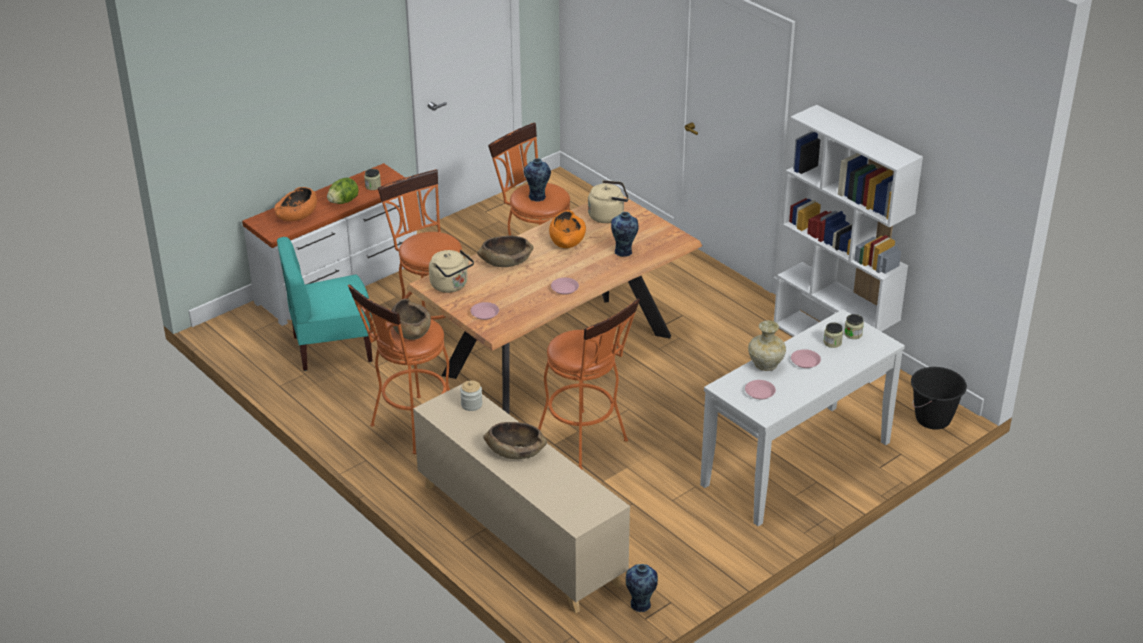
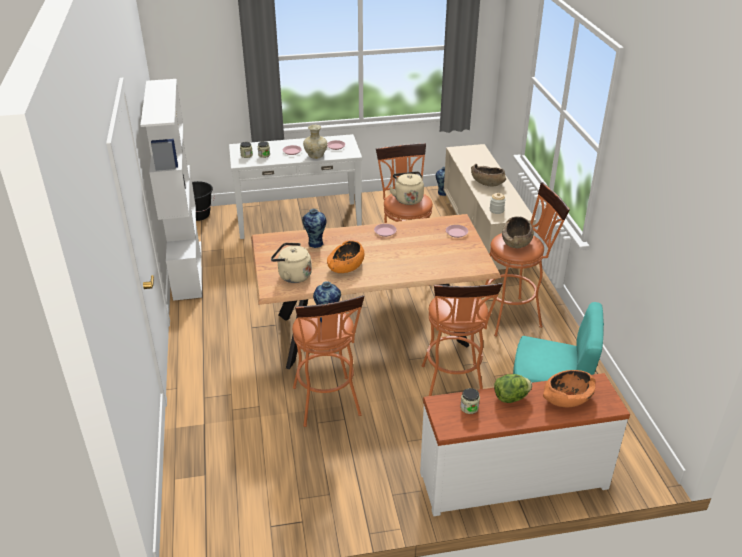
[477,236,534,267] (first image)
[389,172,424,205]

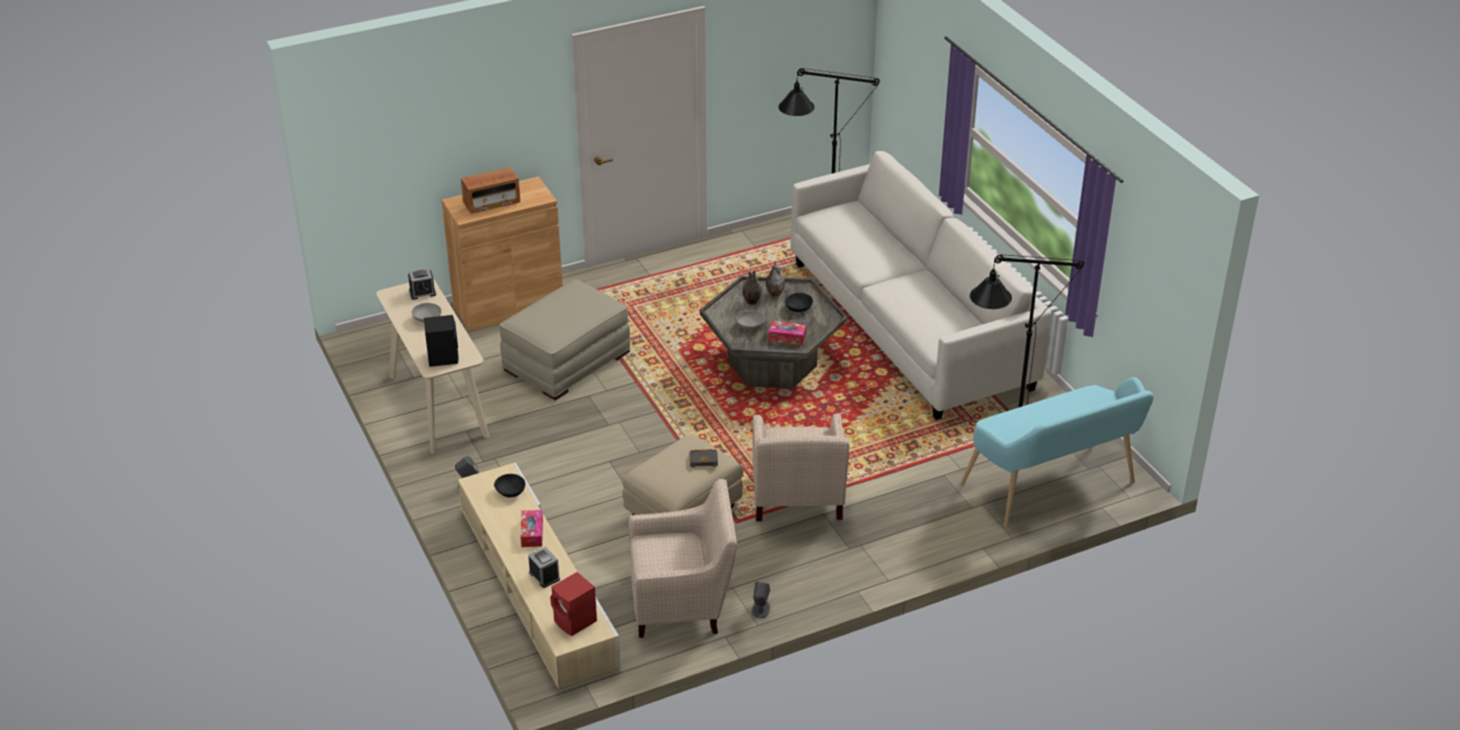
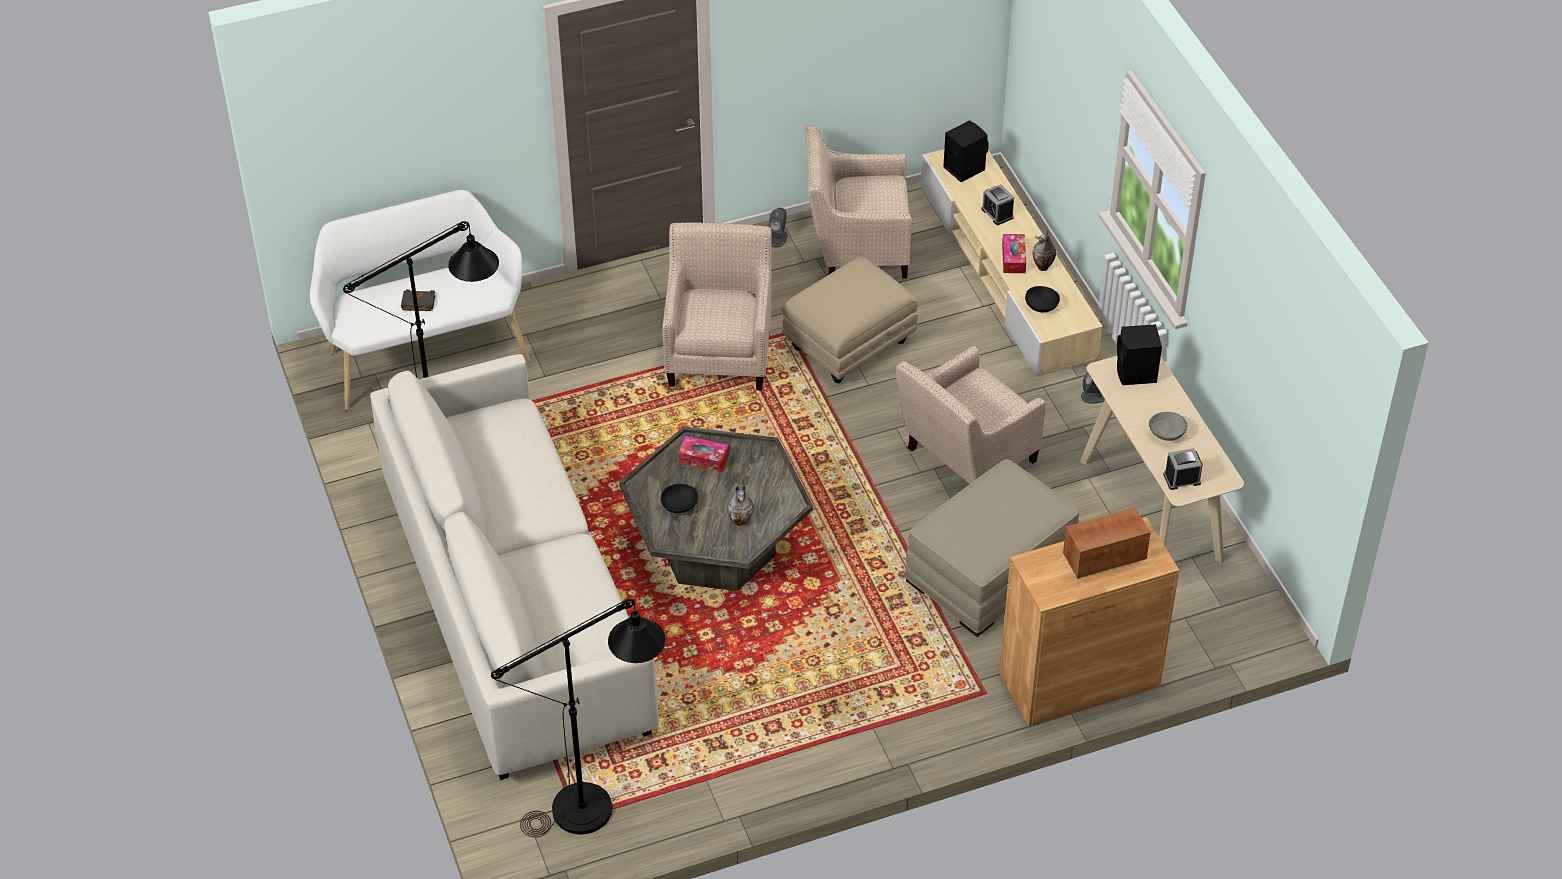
[736,310,765,330] (first image)
[896,346,1046,484]
[401,289,436,311]
[1032,230,1056,271]
[943,120,989,182]
[310,190,530,410]

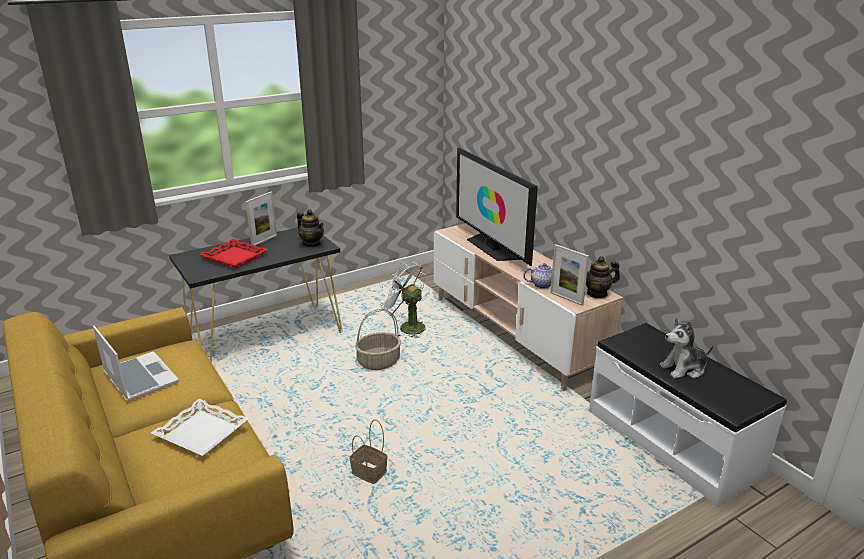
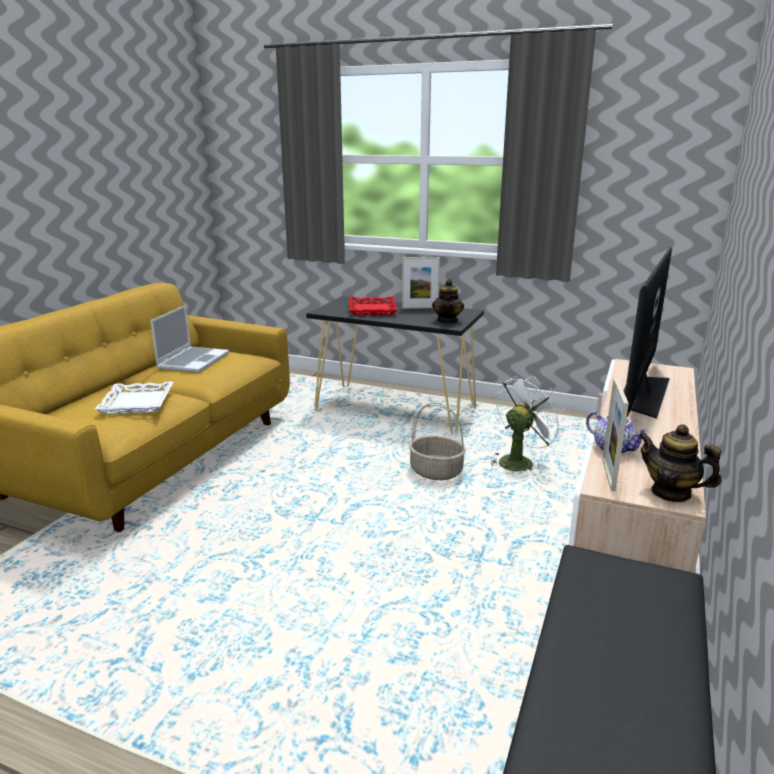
[350,419,388,484] (first image)
[660,318,714,379] (first image)
[489,375,565,472]

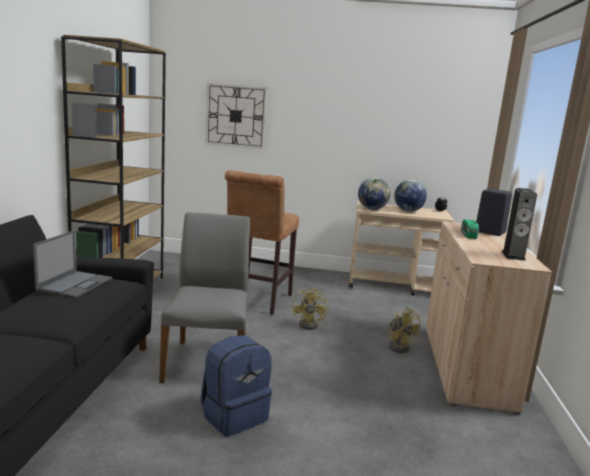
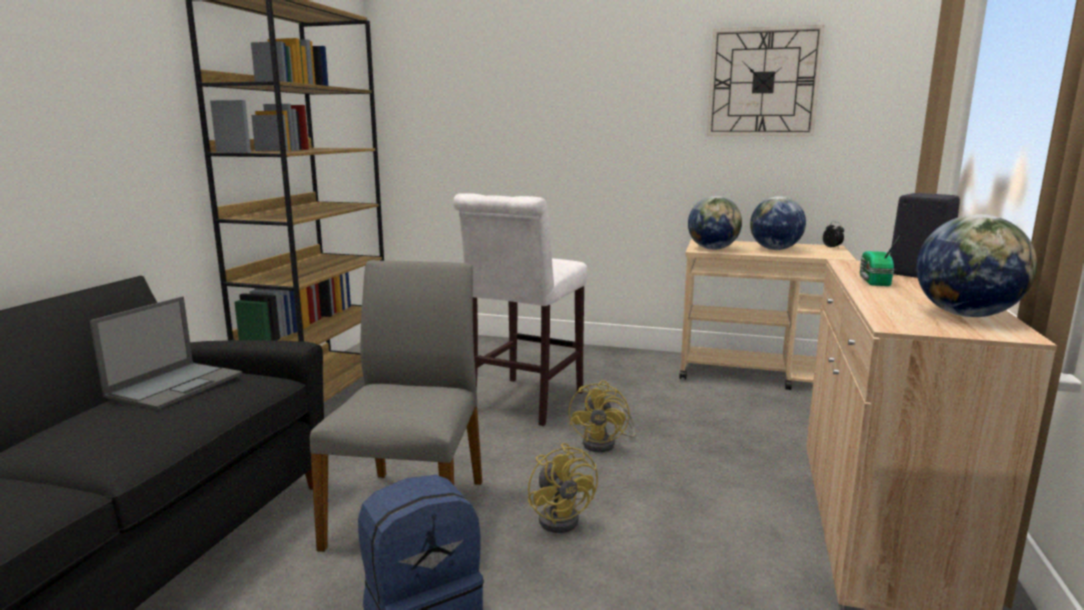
[707,25,825,136]
[528,443,598,533]
[916,214,1037,317]
[453,193,587,426]

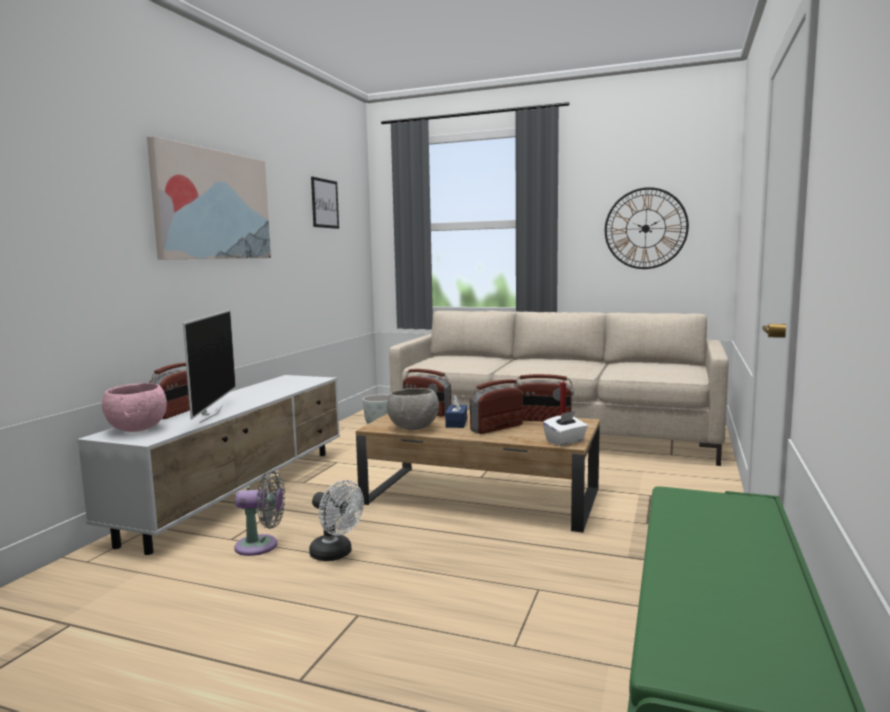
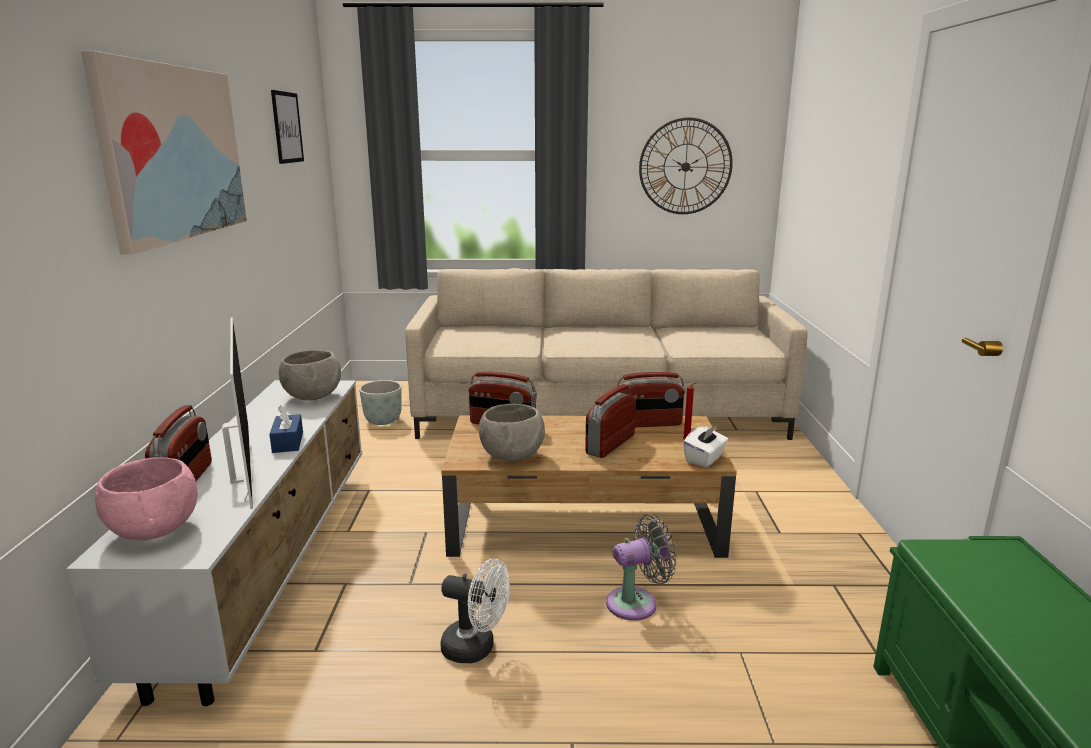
[279,350,341,400]
[606,514,676,621]
[269,405,303,453]

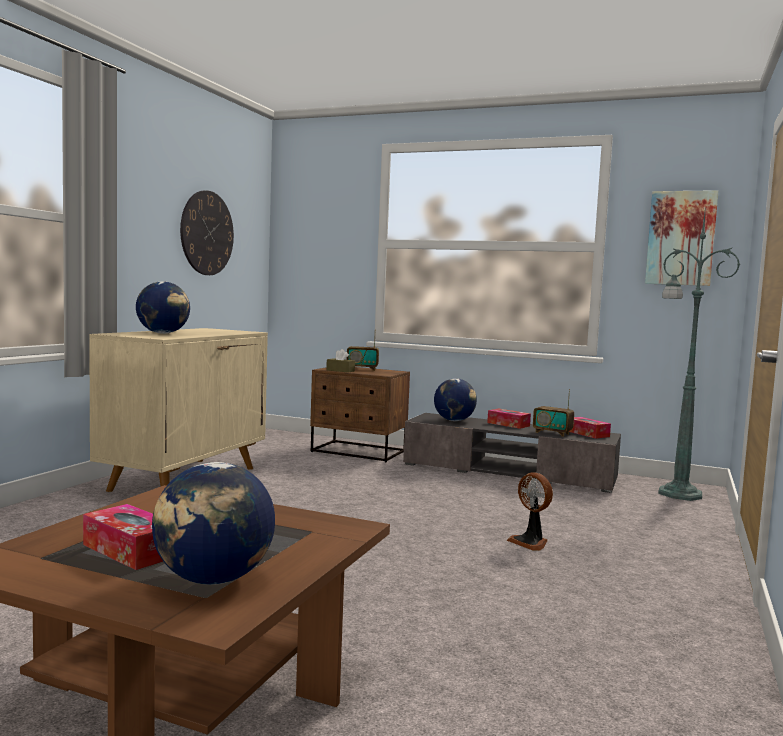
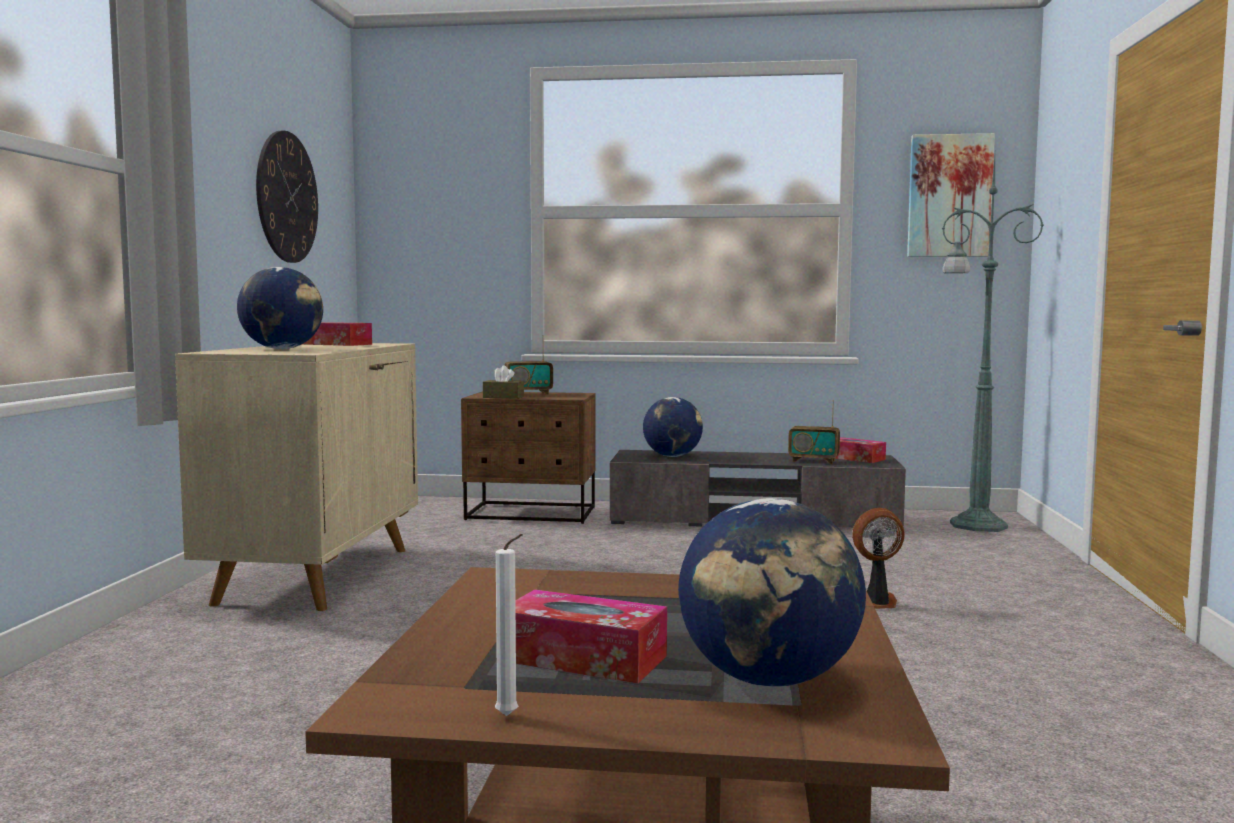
[495,534,523,716]
[302,322,372,346]
[852,508,905,609]

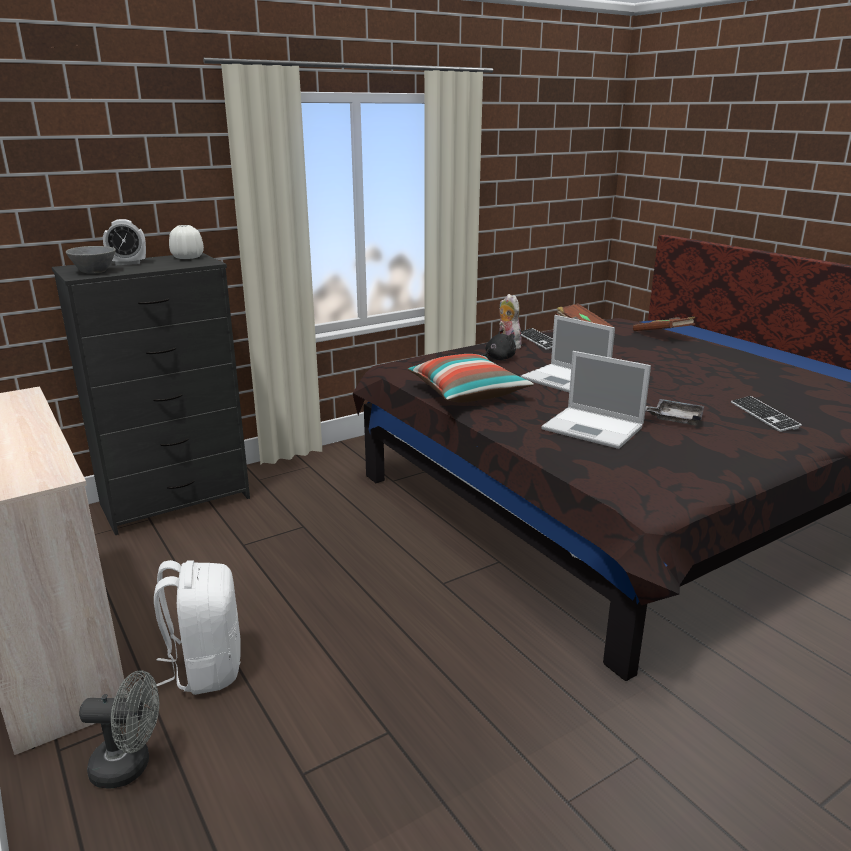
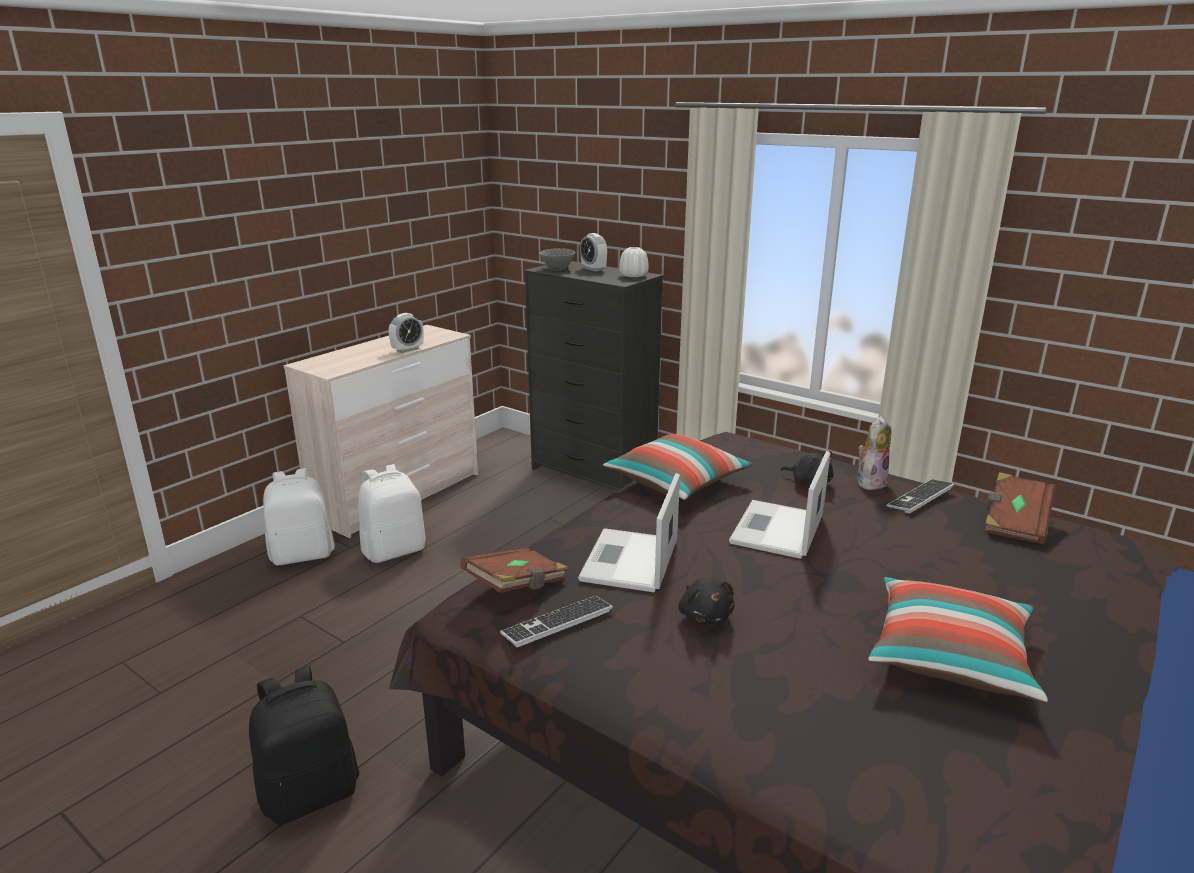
[249,666,359,825]
[389,313,424,353]
[868,577,1048,703]
[460,548,569,593]
[500,596,613,647]
[263,468,335,566]
[679,578,734,624]

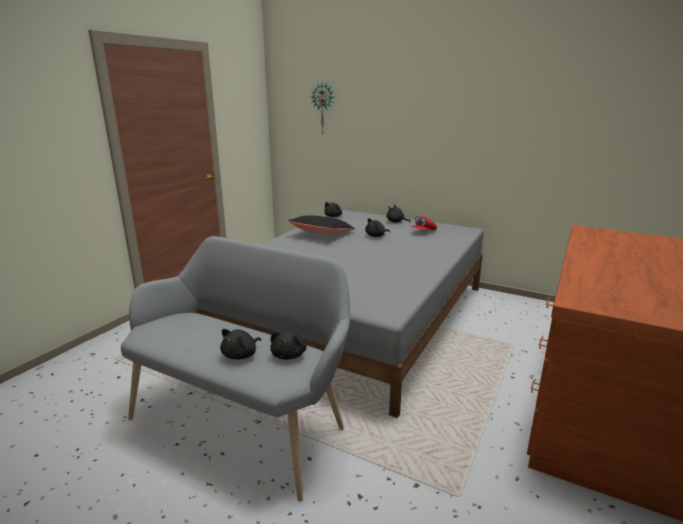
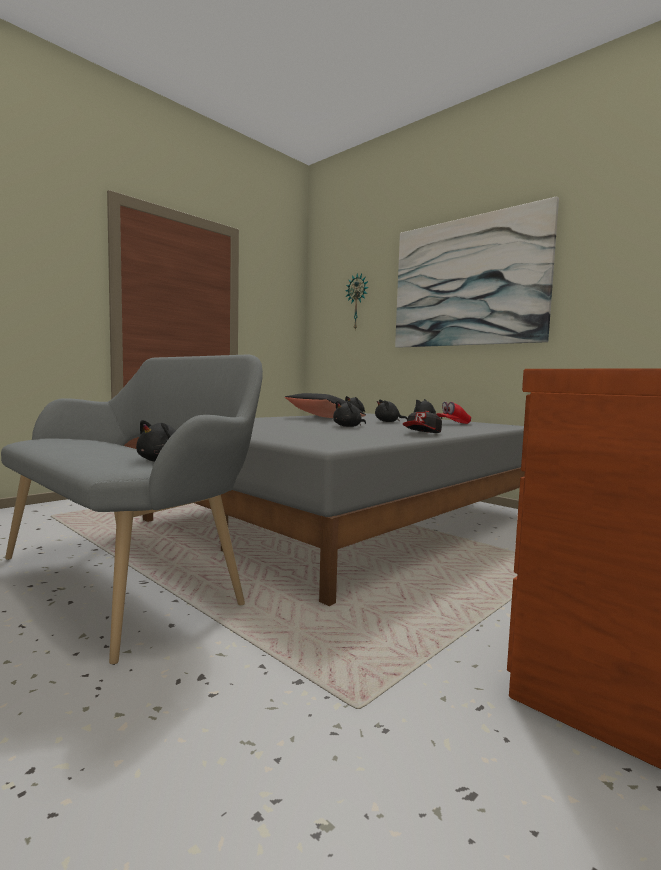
[395,196,559,348]
[403,411,442,433]
[333,401,366,427]

